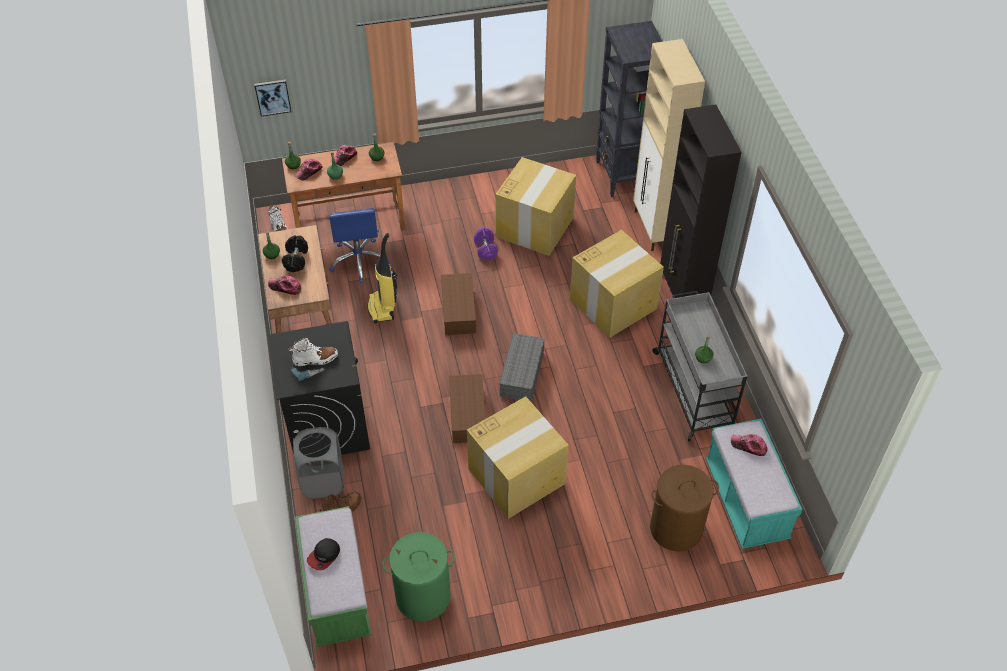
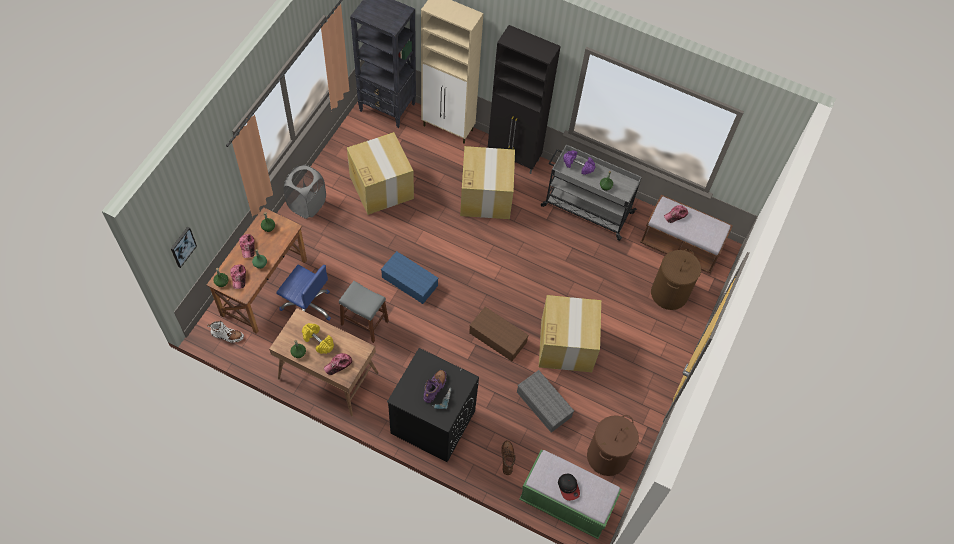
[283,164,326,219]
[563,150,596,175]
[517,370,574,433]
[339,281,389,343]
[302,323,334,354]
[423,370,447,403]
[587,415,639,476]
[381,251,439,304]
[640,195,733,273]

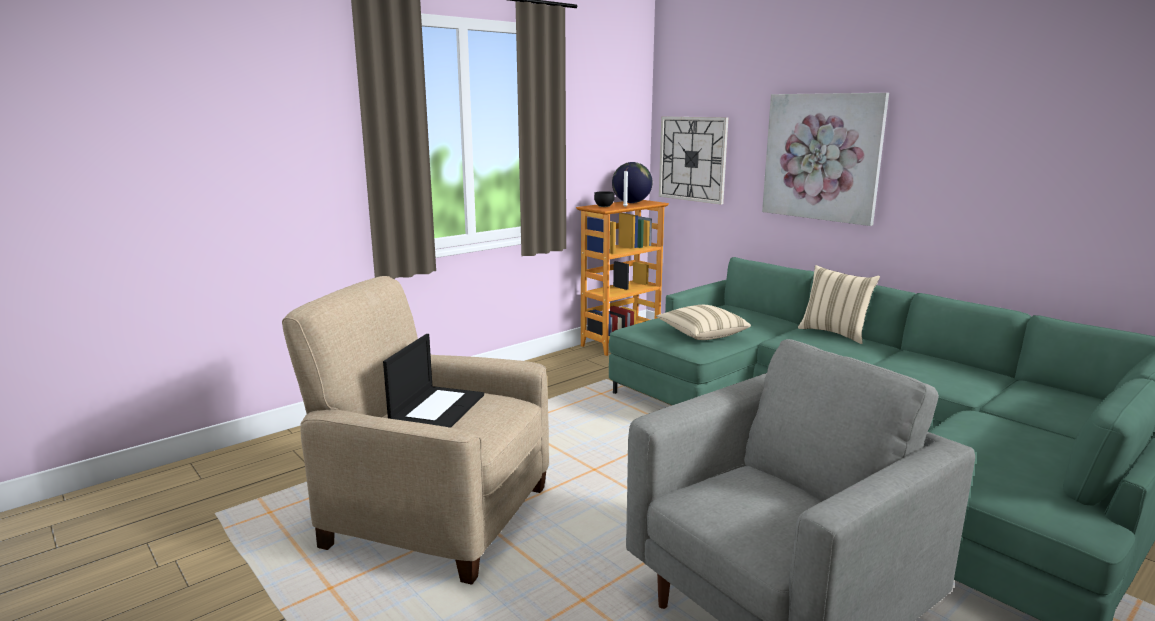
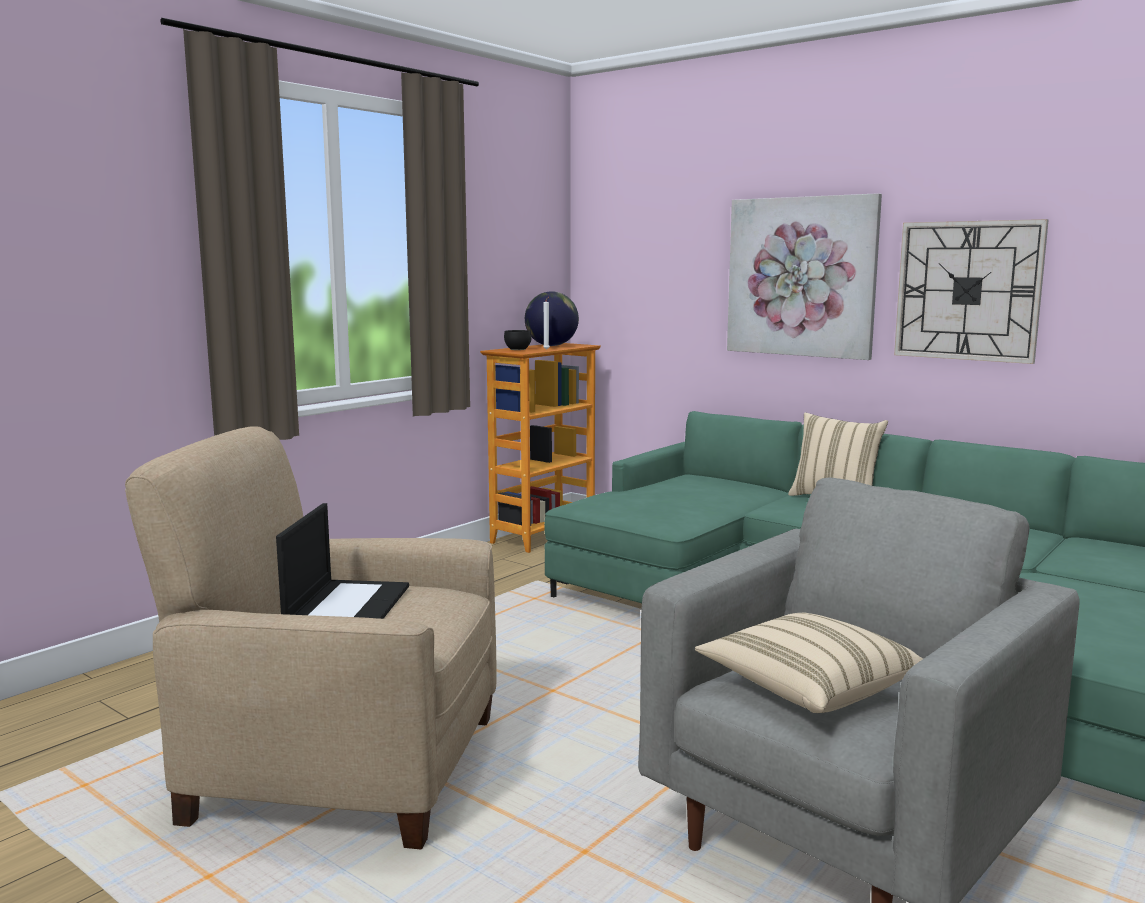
[695,612,923,713]
[894,219,1049,364]

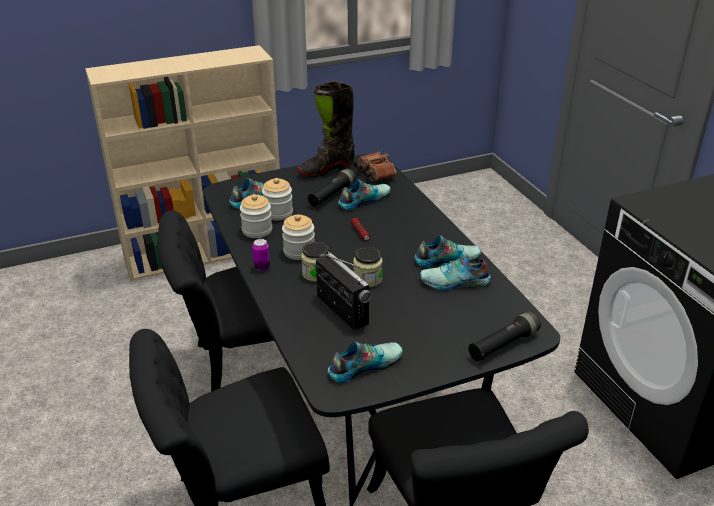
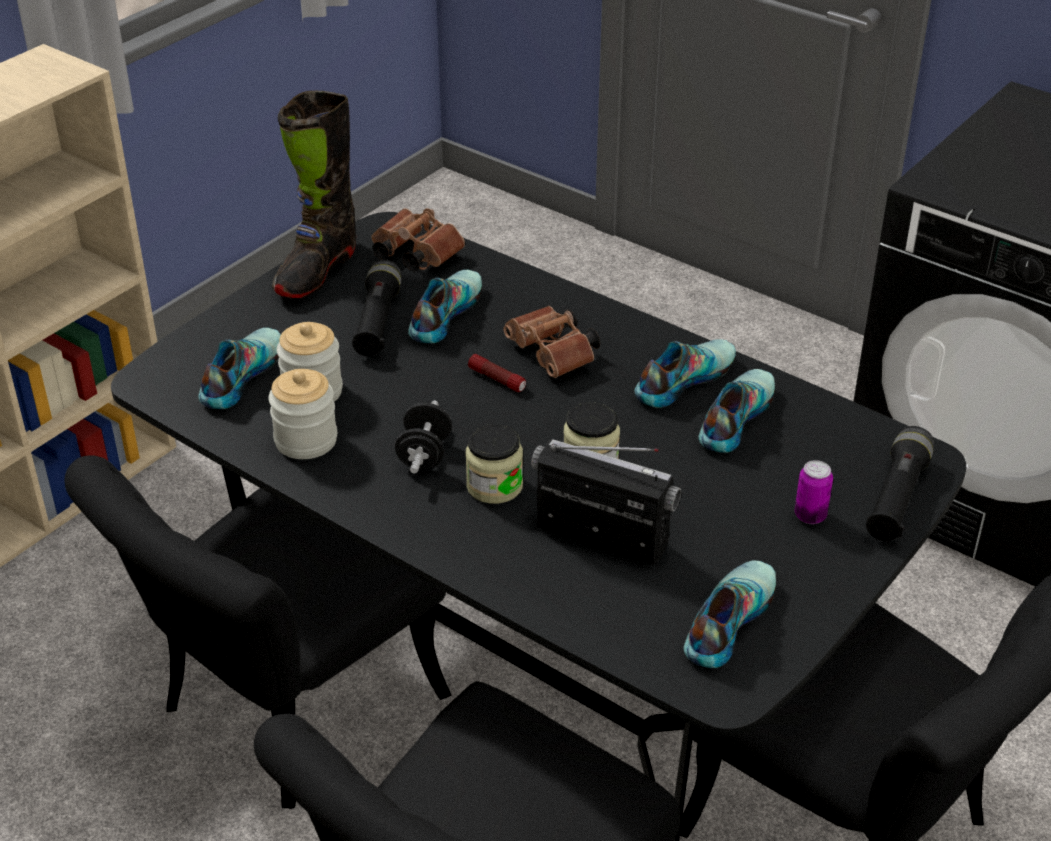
[503,306,600,378]
[795,460,833,524]
[395,401,452,474]
[699,369,775,453]

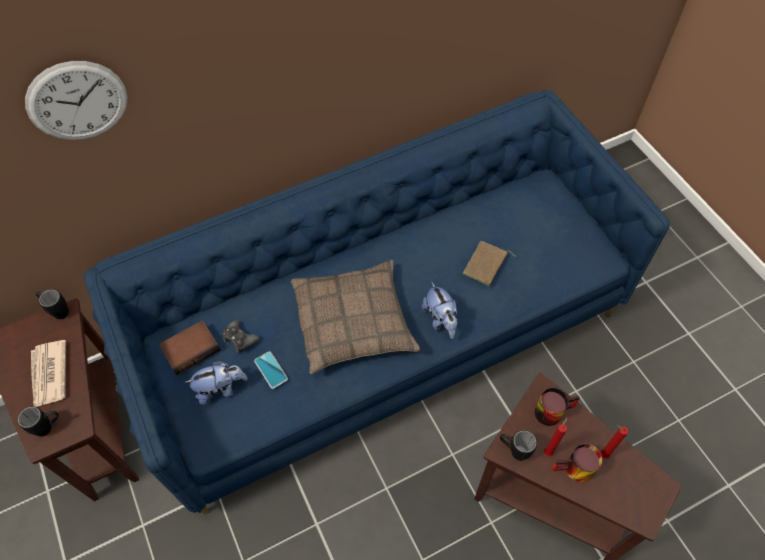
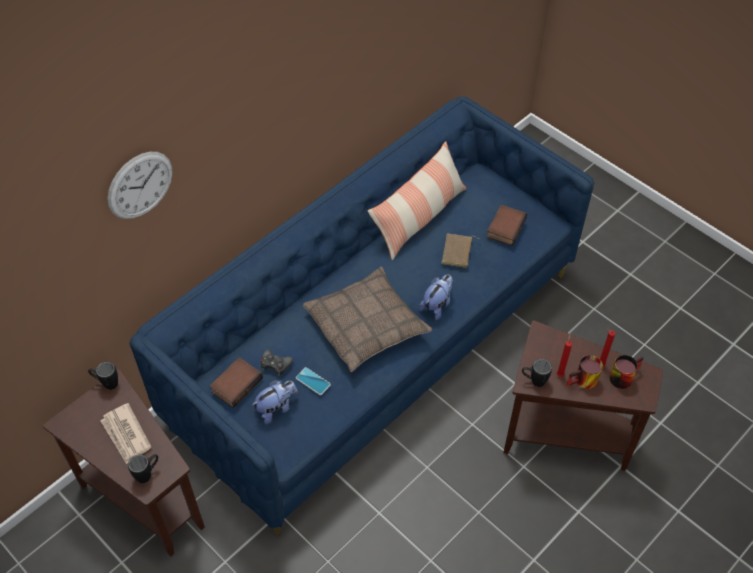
[368,141,466,260]
[487,205,527,246]
[610,355,643,389]
[419,275,453,320]

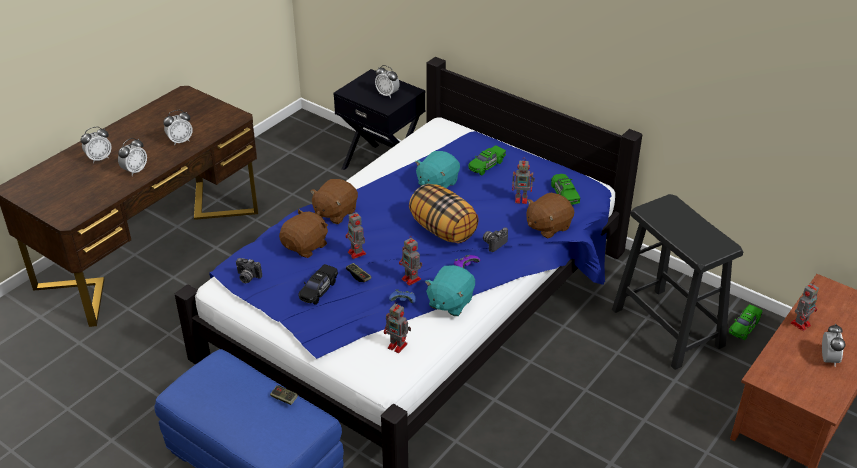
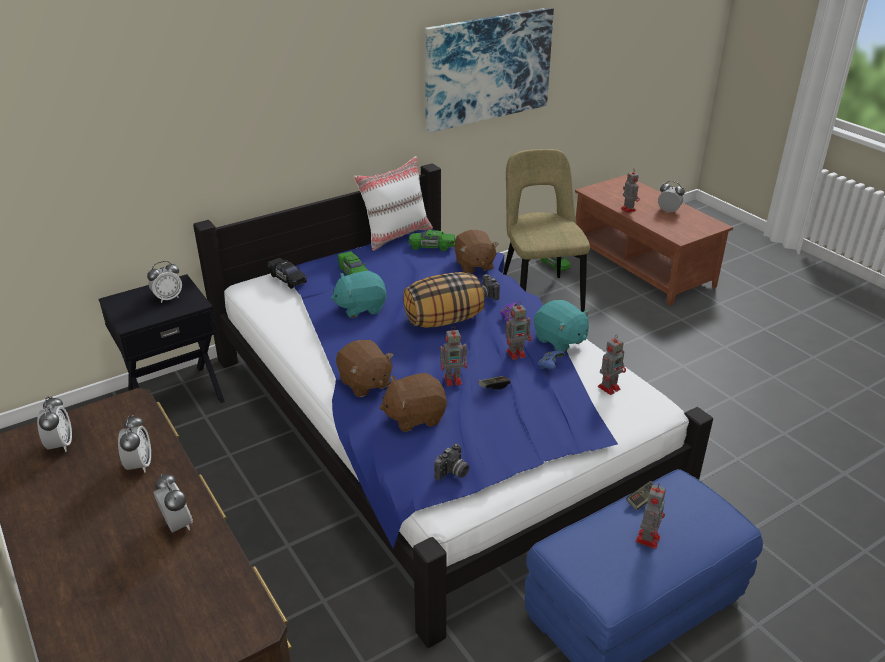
[354,156,433,251]
[425,7,554,133]
[37,396,72,452]
[267,258,307,289]
[635,484,666,549]
[503,149,590,312]
[380,373,447,432]
[331,271,386,318]

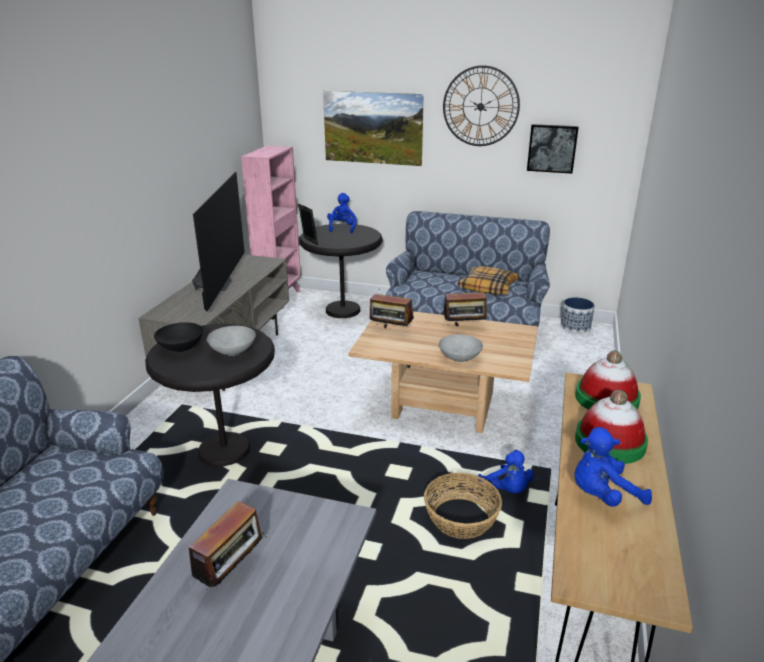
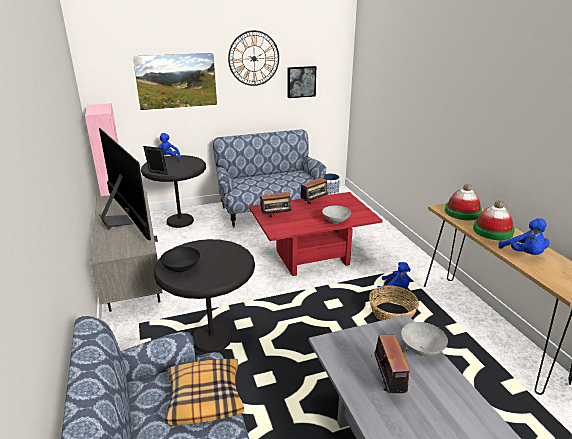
[401,322,448,356]
[165,358,244,425]
[249,192,383,276]
[499,218,550,255]

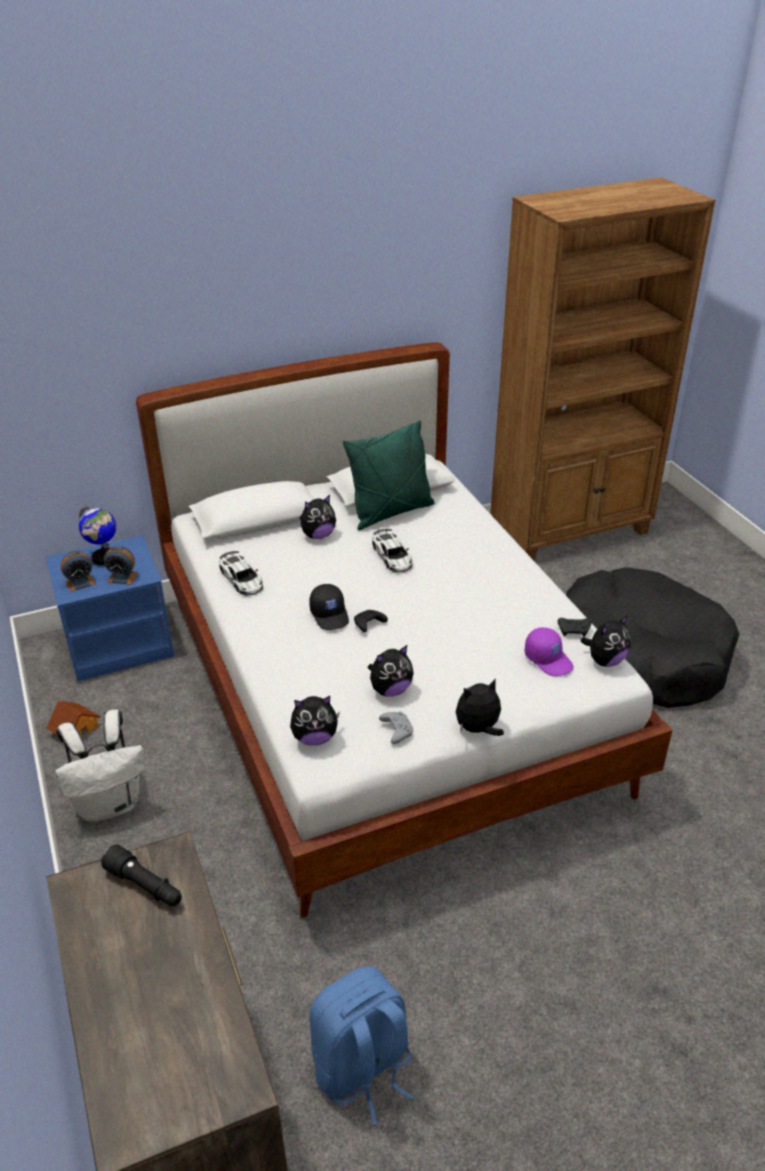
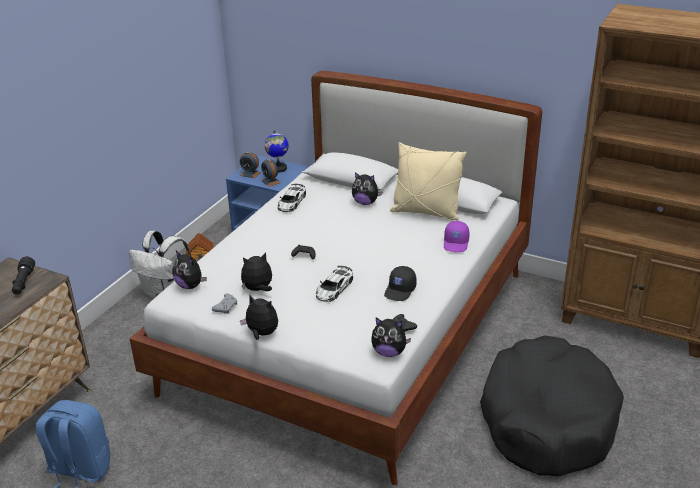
[384,266,417,301]
[316,266,353,302]
[444,221,470,252]
[390,142,467,220]
[241,252,272,291]

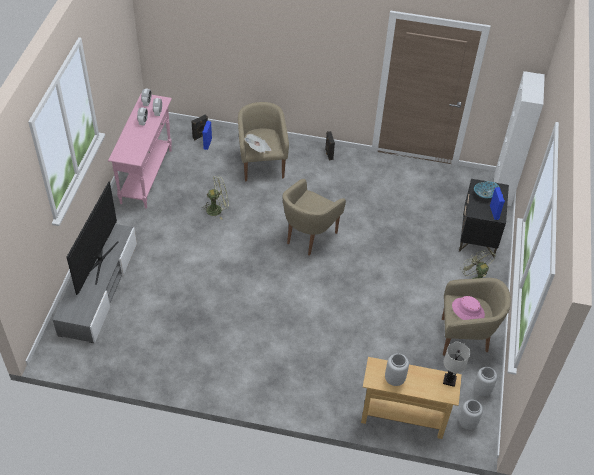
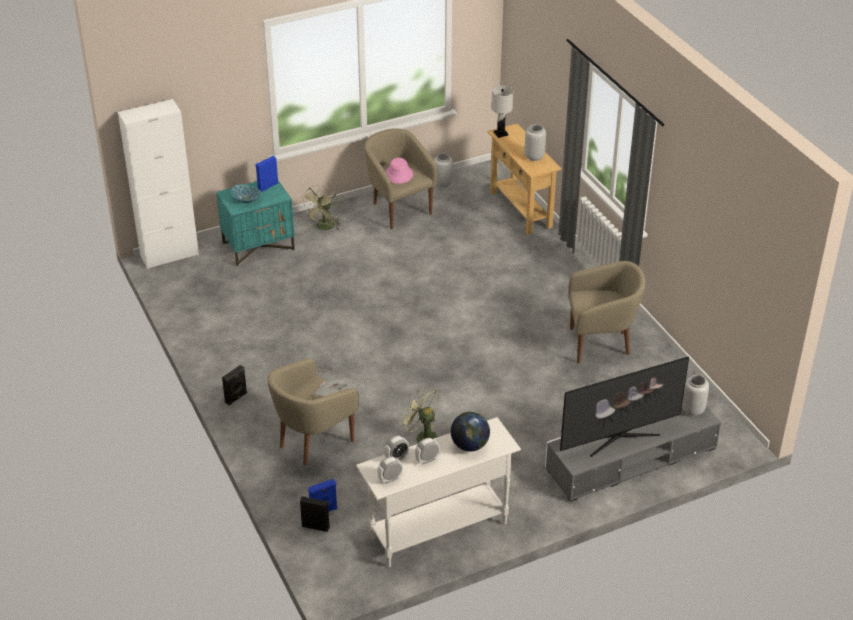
[451,412,490,451]
[568,261,645,363]
[682,375,709,416]
[356,417,521,567]
[216,180,295,266]

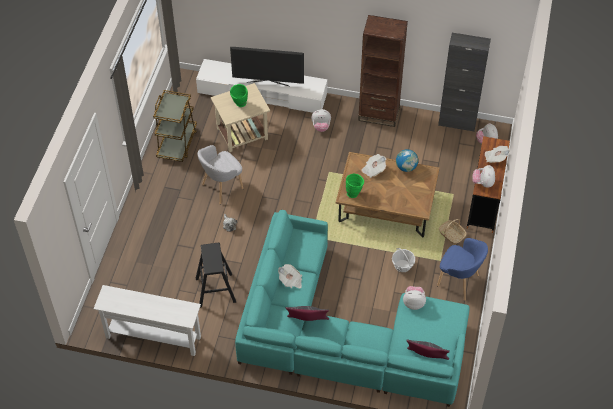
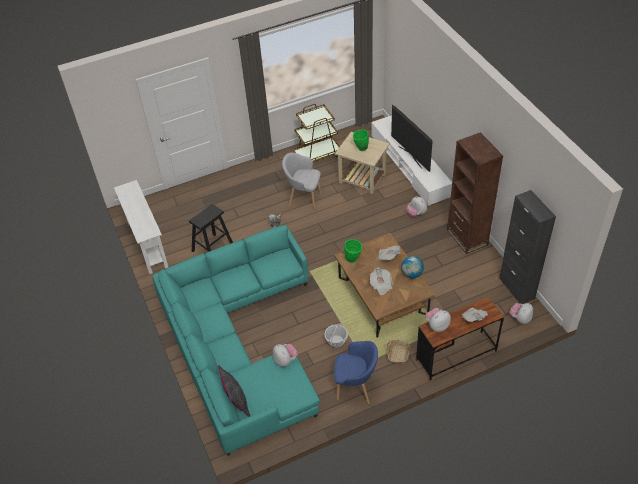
[286,306,329,321] (first image)
[370,268,392,295]
[334,341,378,404]

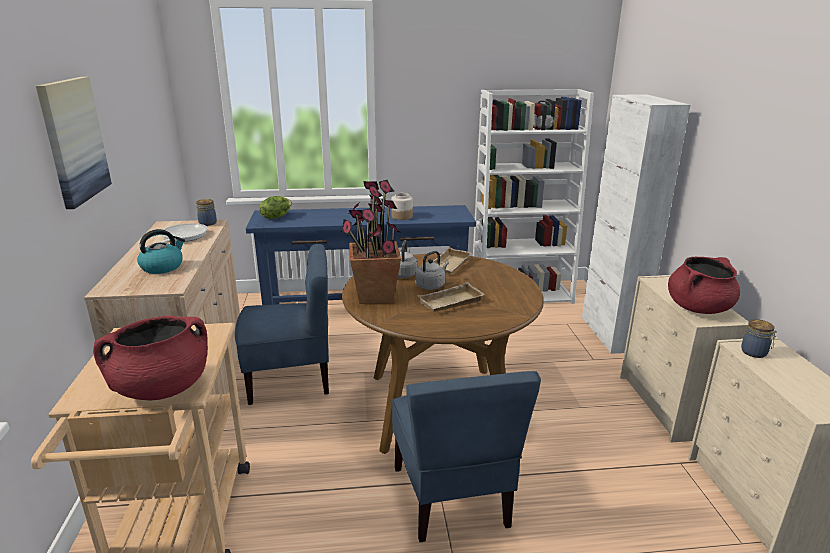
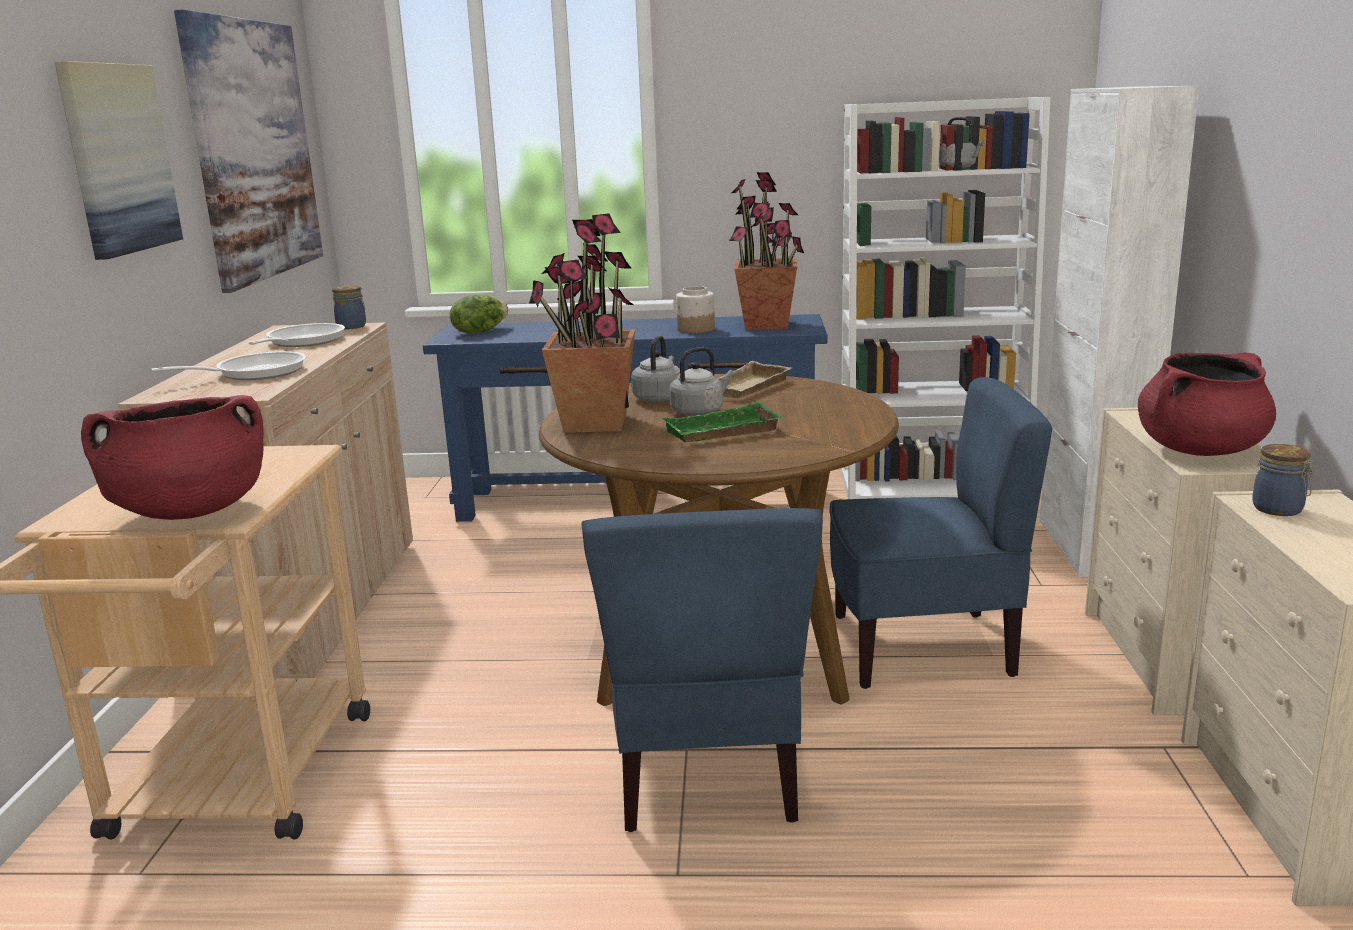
[174,9,323,293]
[729,172,804,330]
[830,377,1052,689]
[151,351,306,380]
[662,402,783,442]

